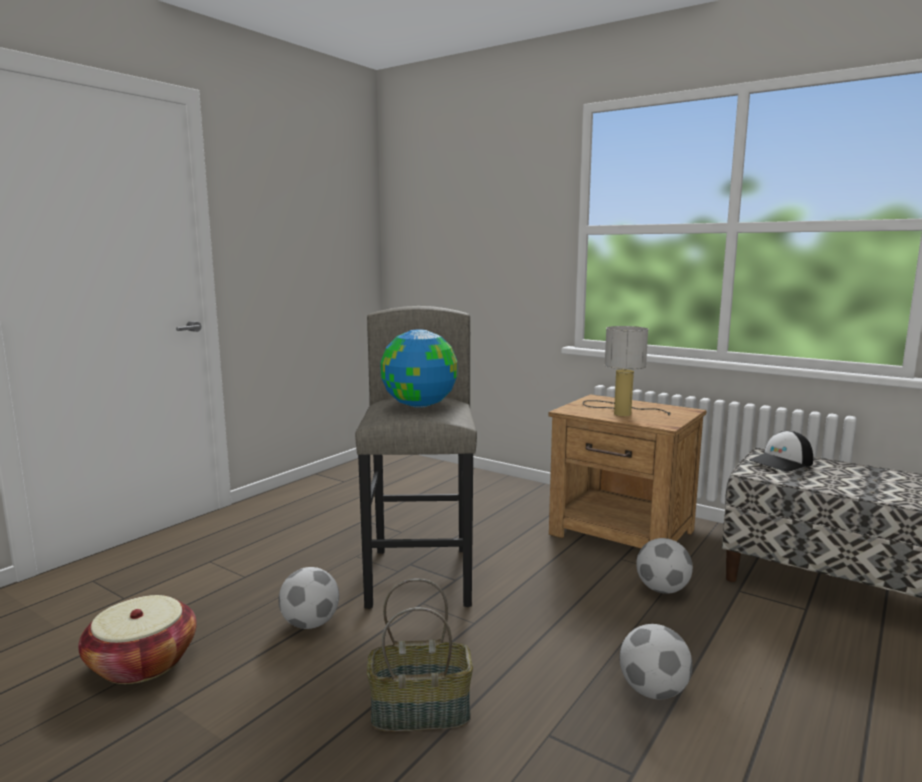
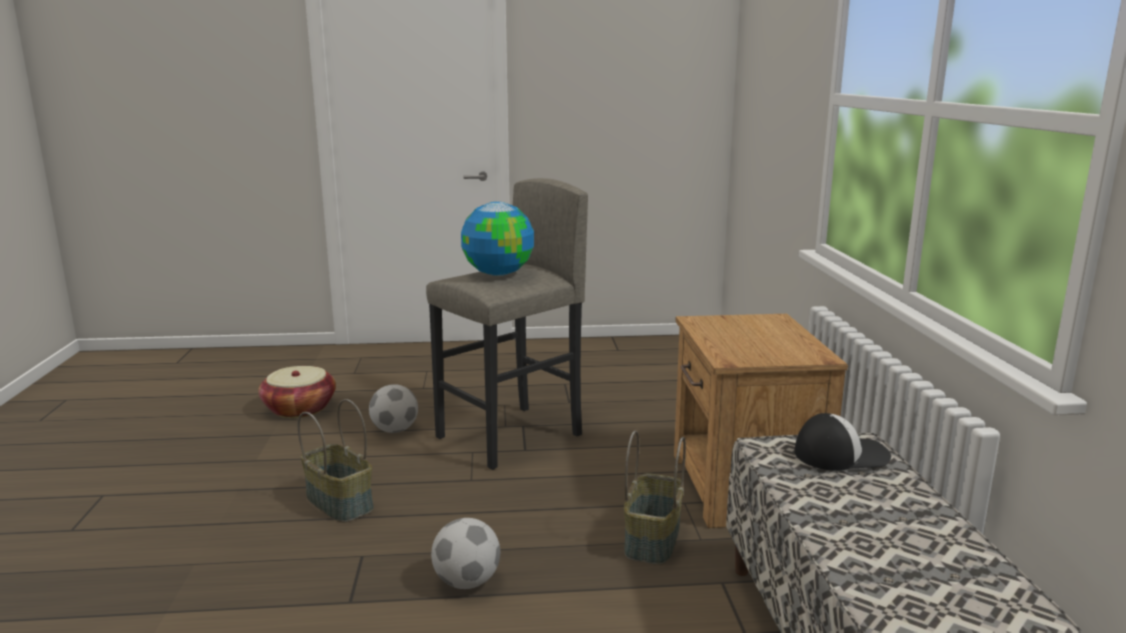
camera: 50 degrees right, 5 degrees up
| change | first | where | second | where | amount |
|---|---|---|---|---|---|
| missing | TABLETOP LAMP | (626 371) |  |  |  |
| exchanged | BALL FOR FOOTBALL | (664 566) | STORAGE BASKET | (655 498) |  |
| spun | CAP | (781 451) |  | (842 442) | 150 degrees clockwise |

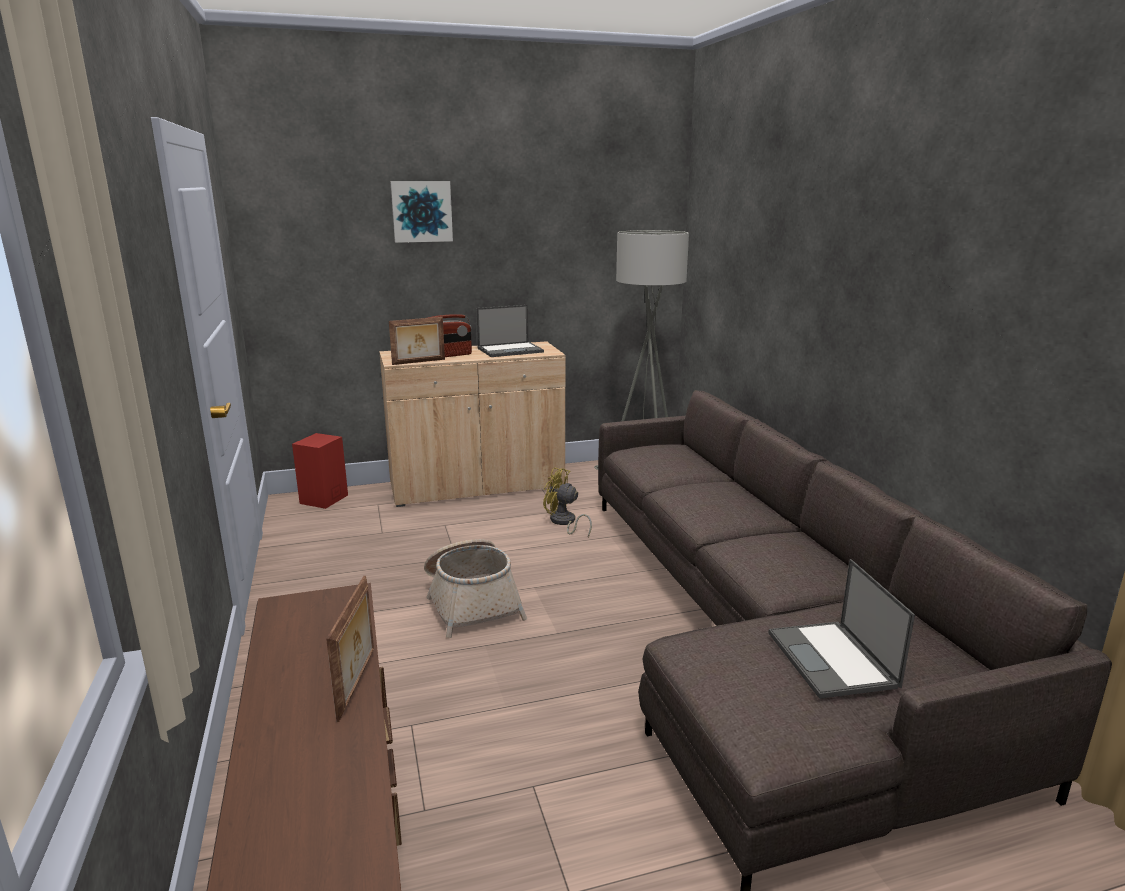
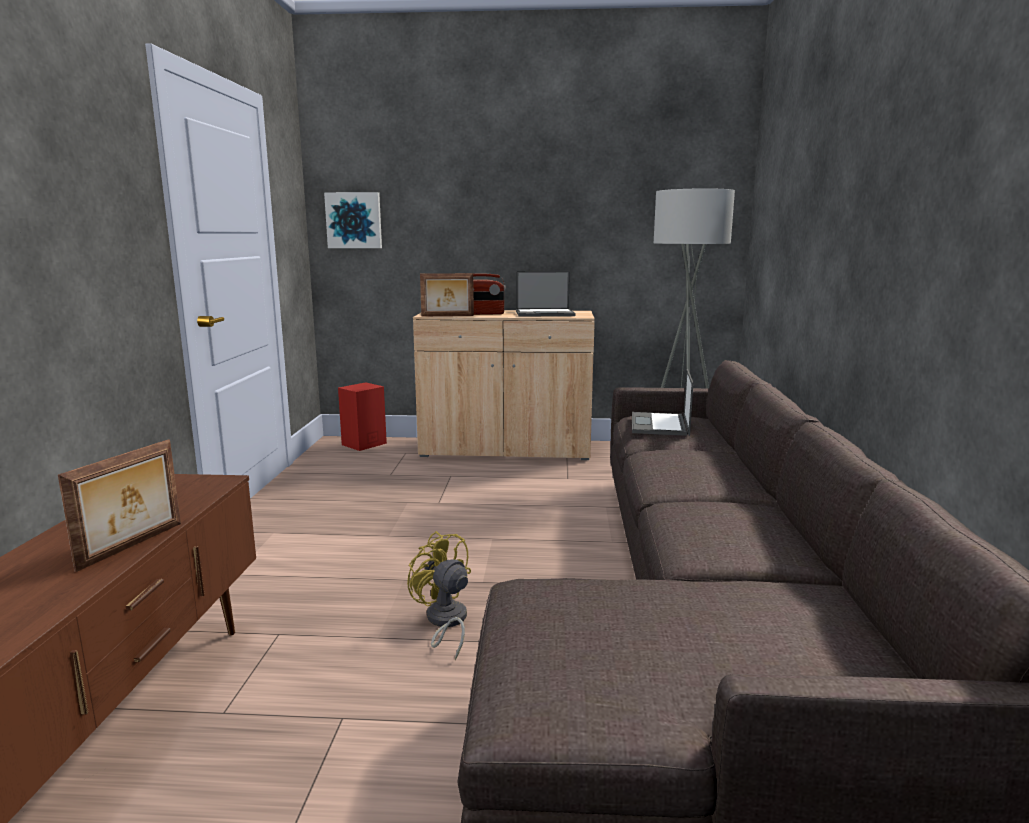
camera: 20 degrees right, 5 degrees down
| change | first | where | second | where | amount |
|---|---|---|---|---|---|
| missing | STORAGE BASKET | (475 588) |  |  |  |
| relocated | WALL PICTURE | (421 212) |  | (353 220) |  |
| relocated | YELLOW-COLOURED ELECTRIC FAN | (567 502) |  | (439 595) |  |
| relocated | NOTEBOOK COMPUTER | (841 629) |  | (662 402) |  |

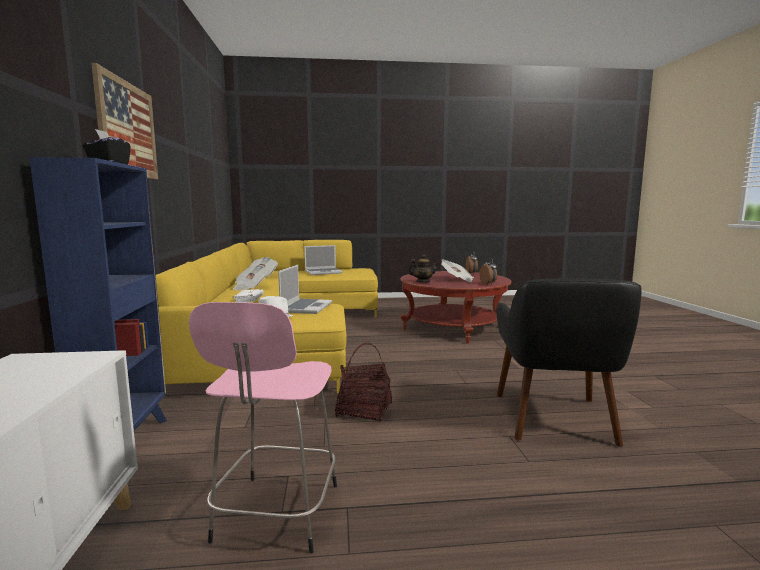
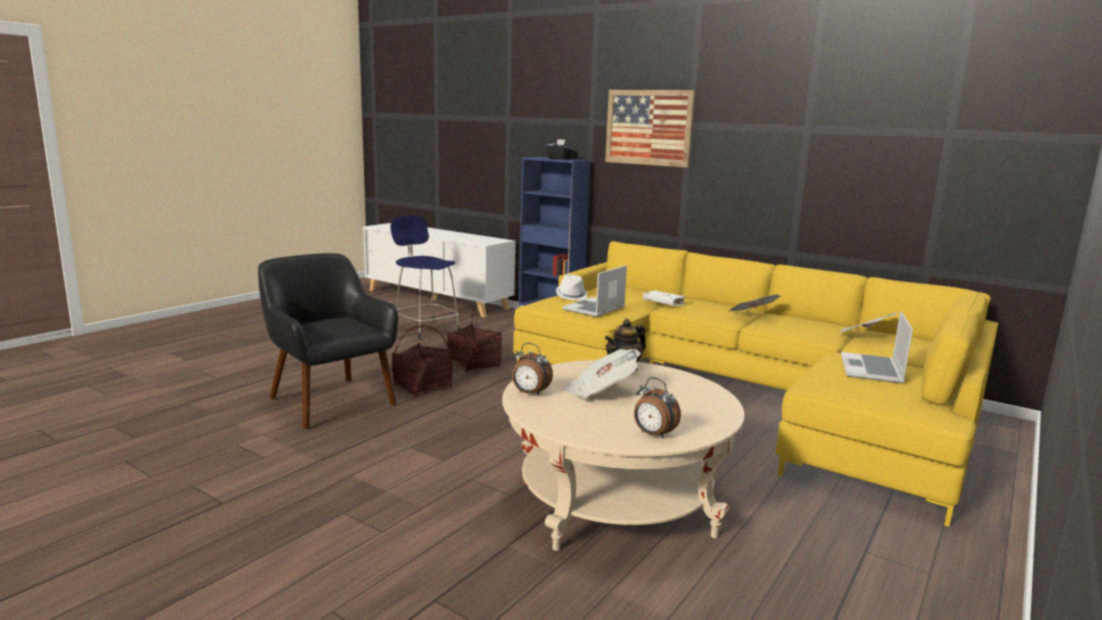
camera: 130 degrees right, 5 degrees up
| change | first | where | second | where | amount |
|---|---|---|---|---|---|
| appeared |  |  | STORAGE BASKET | (422 361) |  |
| colour | PINKISH SITTING STOOL | (263 428) | BLUISH SITTING STOOL | (425 277) |  |
| colour | RED COFFEE TABLE | (455 307) | BEIGE-COLOURED COFFEE TABLE | (623 455) |  |
| spun | NOTEBOOK COMPUTER | (305 289) |  | (594 291) | 75 degrees clockwise |

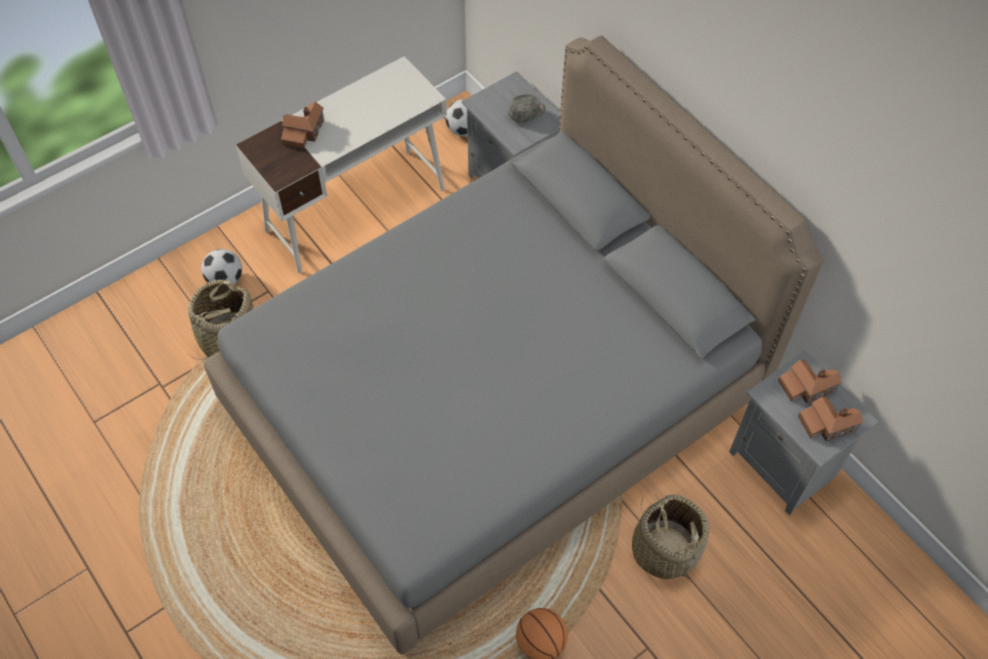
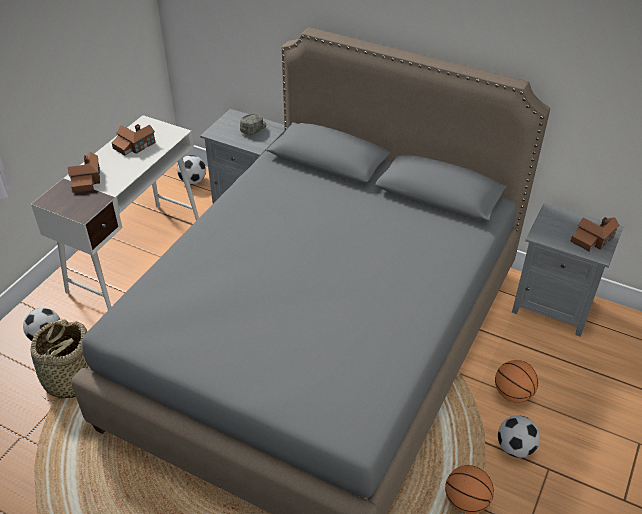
camera: 25 degrees left, 15 degrees down
| change | first | where | second | where | amount |
|---|---|---|---|---|---|
| appeared |  |  | BALL FOR FOOTBALL | (519 436) |  |
| relocated | TOY HOUSE | (810 381) |  | (133 140) |  |
| exchanged | STORAGE BASKET | (670 537) | BASKETBALL BALL | (516 381) |  |

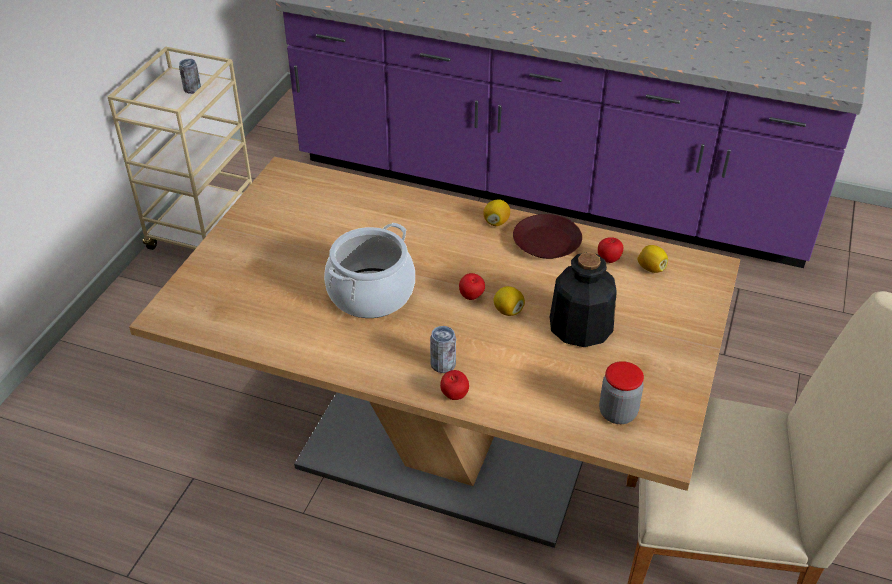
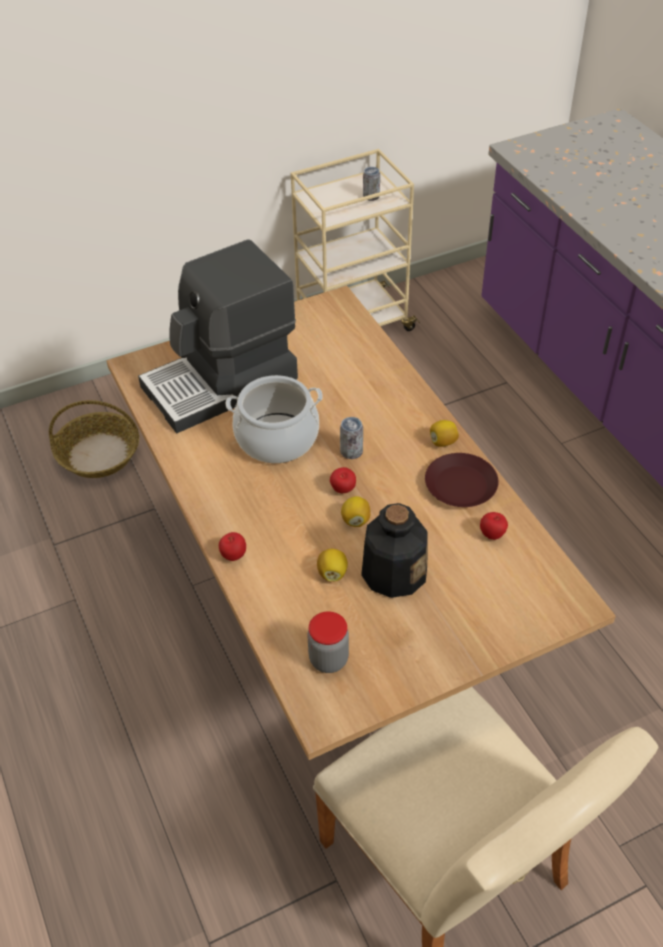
camera: 45 degrees right, 5 degrees up
| change | first | where | second | where | amount |
|---|---|---|---|---|---|
| appeared |  |  | STORAGE BASKET | (94 439) |  |
| appeared |  |  | COFFEE MAKER | (218 336) |  |
| relocated | METAL CAN | (443 349) |  | (351 438) |  |
| relocated | LEMON | (653 259) |  | (332 565) |  |

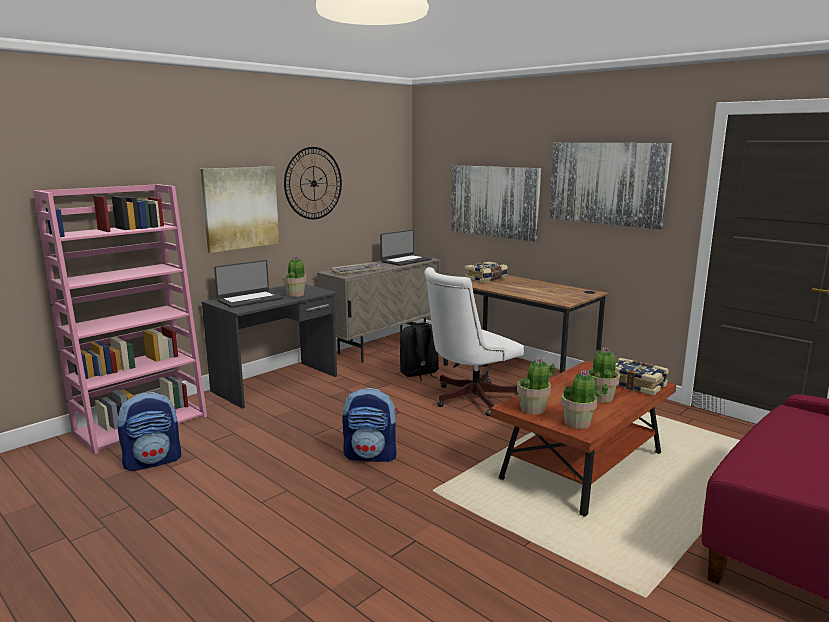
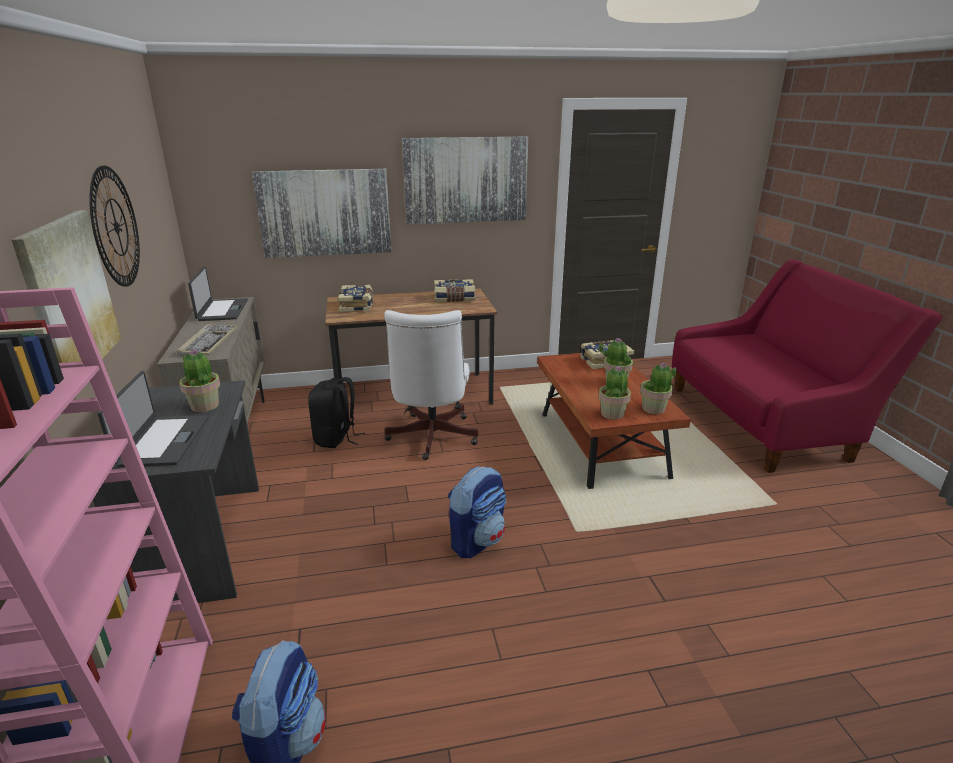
camera: 55 degrees left, 10 degrees up
| change | first | where | second | where | amount |
|---|---|---|---|---|---|
| appeared |  |  | BOOK | (454 290) |  |

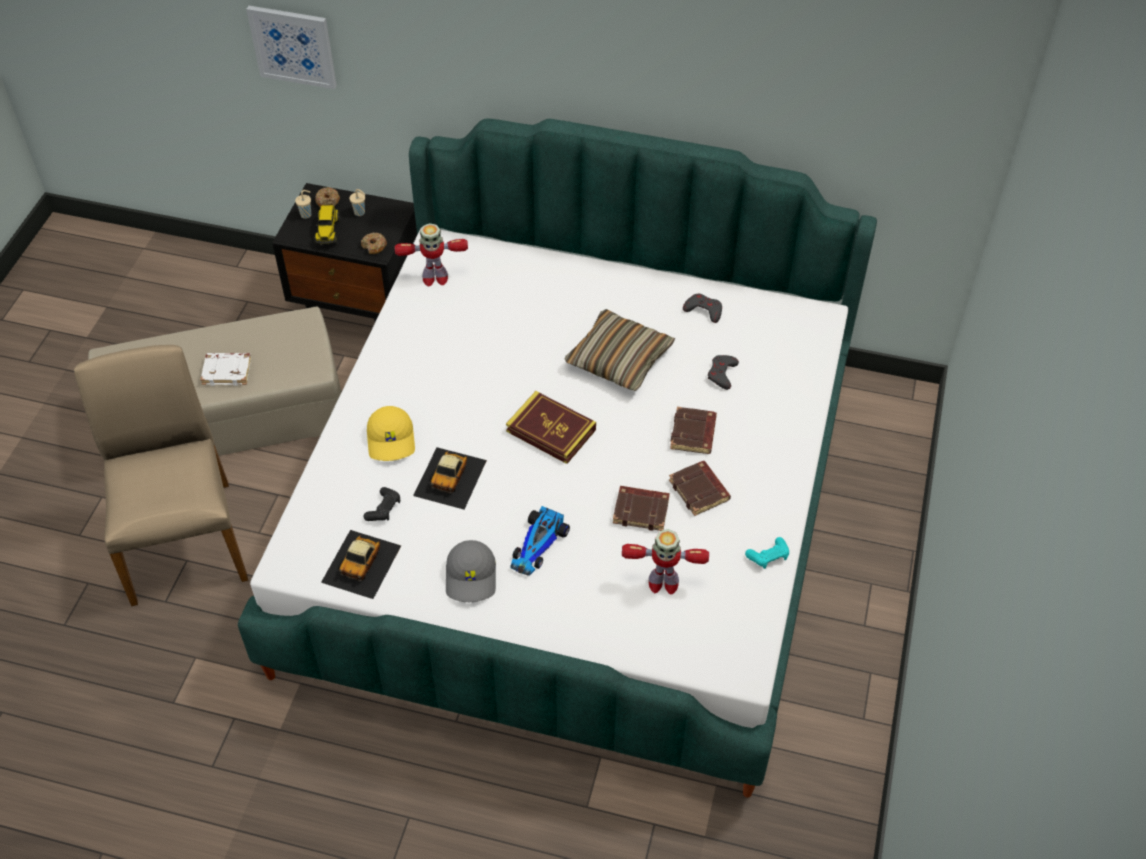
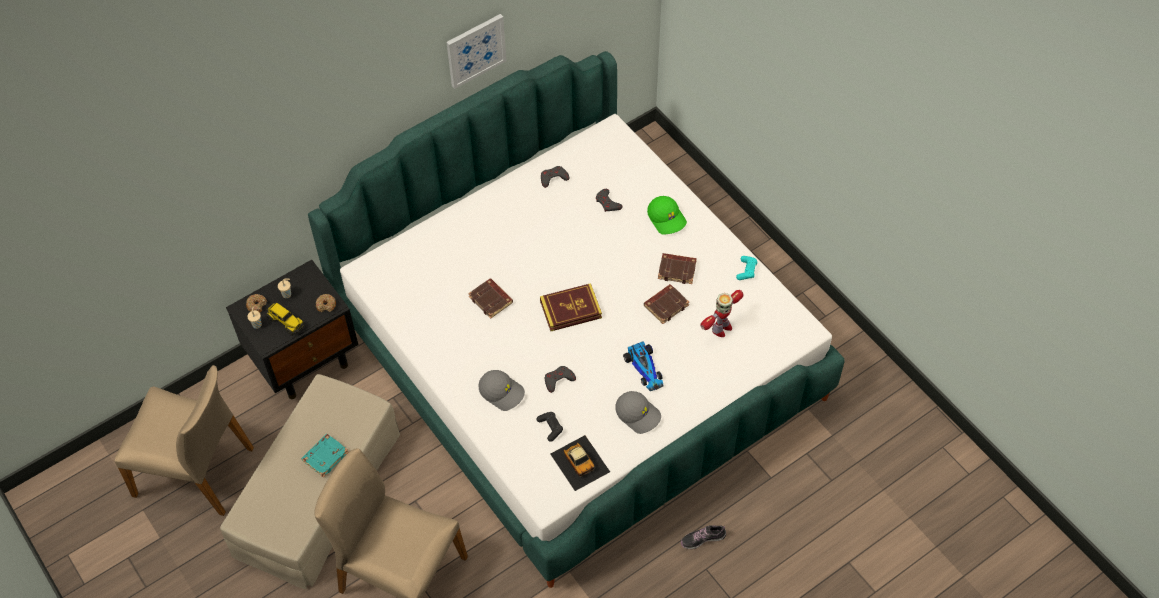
camera: 50 degrees left, 5 degrees up
| change | first | where | second | where | amount |
|---|---|---|---|---|---|
| missing | MODEL ROBOT | (431 254) |  |  |  |
| missing | THROW PILLOW | (619 350) |  |  |  |
| appeared |  |  | BEIGE-COLOURED UPRIGHT CHAIR | (184 440) |  |
| appeared |  |  | GREENISH CAP | (667 215) |  |
| appeared |  |  | SHOE | (703 537) |  |
| relocated | WALL PICTURE | (291 47) |  | (477 51) |  |
| relocated | BROWNISH BOOK | (693 430) |  | (490 298) |  |
| exchanged | MODEL CAR | (450 478) | GREYISH GAME CONTROLLER | (560 379) |  |
| colour | WHITE-COLOURED BOOK | (225 369) | TURQUOISE-COLOURED BOOK | (325 455) |  |
| colour | YELLOW-COLOURED CAP | (391 433) | GREYISH CAP | (501 390) |  |

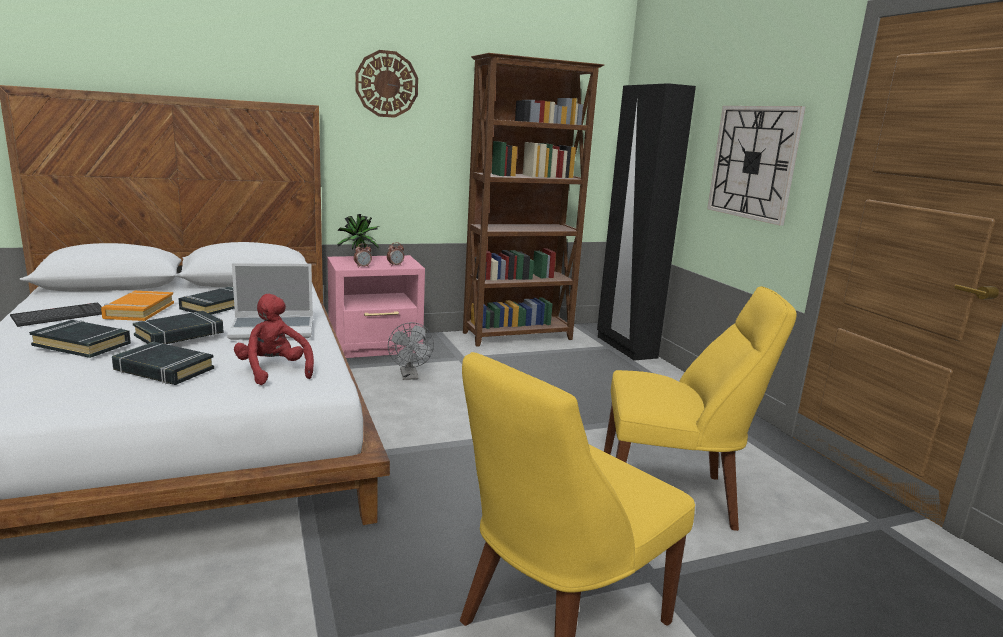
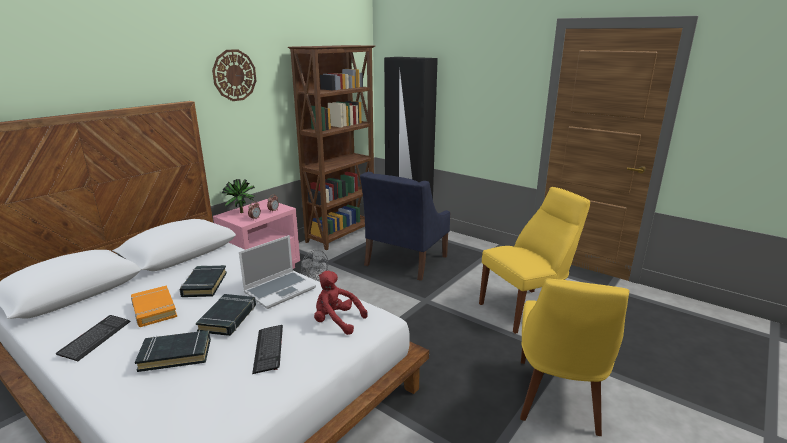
camera: 30 degrees left, 5 degrees up
| change | first | where | second | where | amount |
|---|---|---|---|---|---|
| missing | HANGING CLOCK | (756 165) |  |  |  |
| appeared |  |  | BLUISH LOUNGE CHAIR | (405 226) |  |
| exchanged | BLACK-COLOURED BOOK | (163 363) | COMPUTER KEYBOARD | (267 349) |  |

